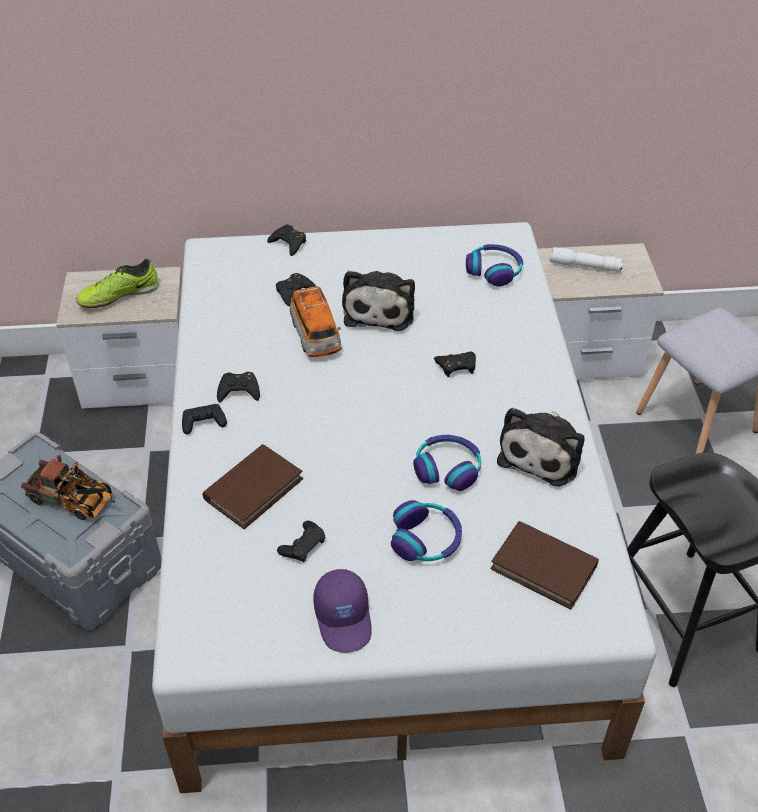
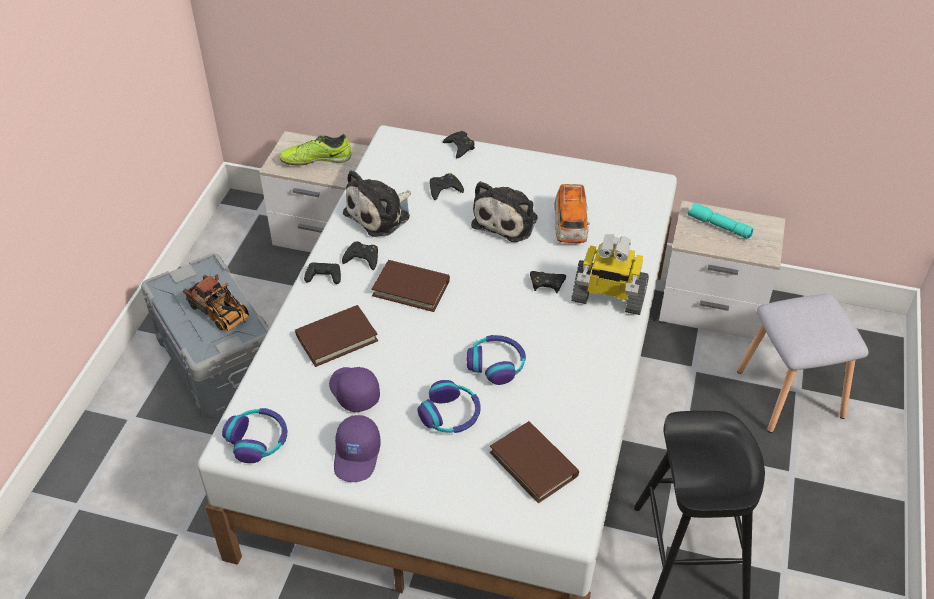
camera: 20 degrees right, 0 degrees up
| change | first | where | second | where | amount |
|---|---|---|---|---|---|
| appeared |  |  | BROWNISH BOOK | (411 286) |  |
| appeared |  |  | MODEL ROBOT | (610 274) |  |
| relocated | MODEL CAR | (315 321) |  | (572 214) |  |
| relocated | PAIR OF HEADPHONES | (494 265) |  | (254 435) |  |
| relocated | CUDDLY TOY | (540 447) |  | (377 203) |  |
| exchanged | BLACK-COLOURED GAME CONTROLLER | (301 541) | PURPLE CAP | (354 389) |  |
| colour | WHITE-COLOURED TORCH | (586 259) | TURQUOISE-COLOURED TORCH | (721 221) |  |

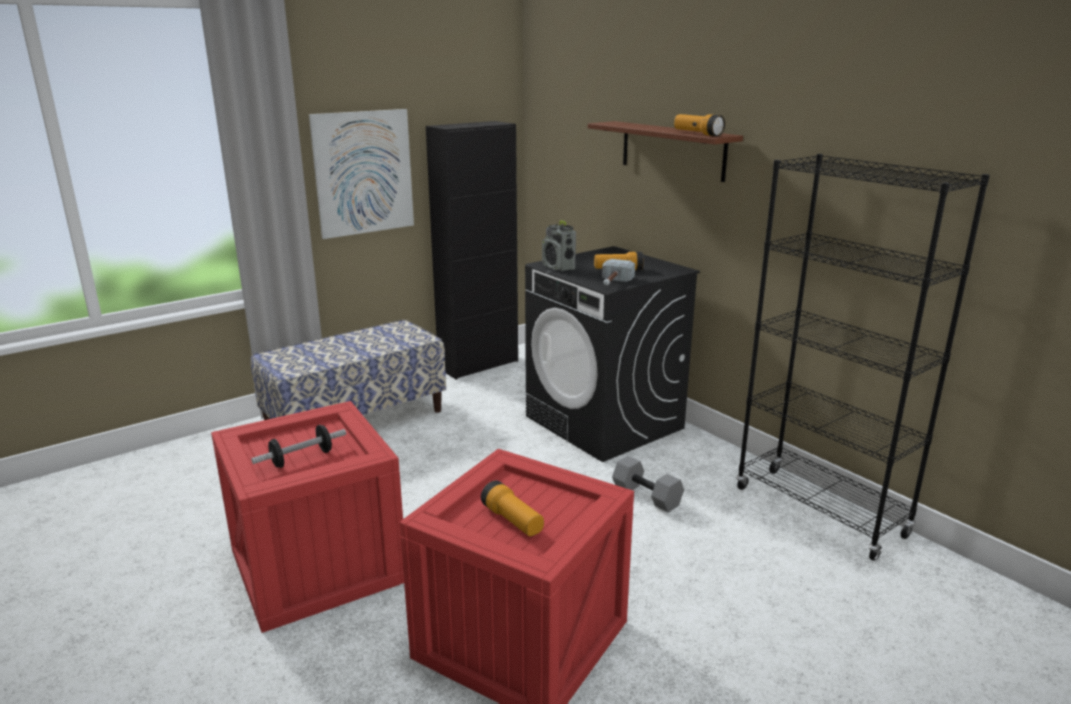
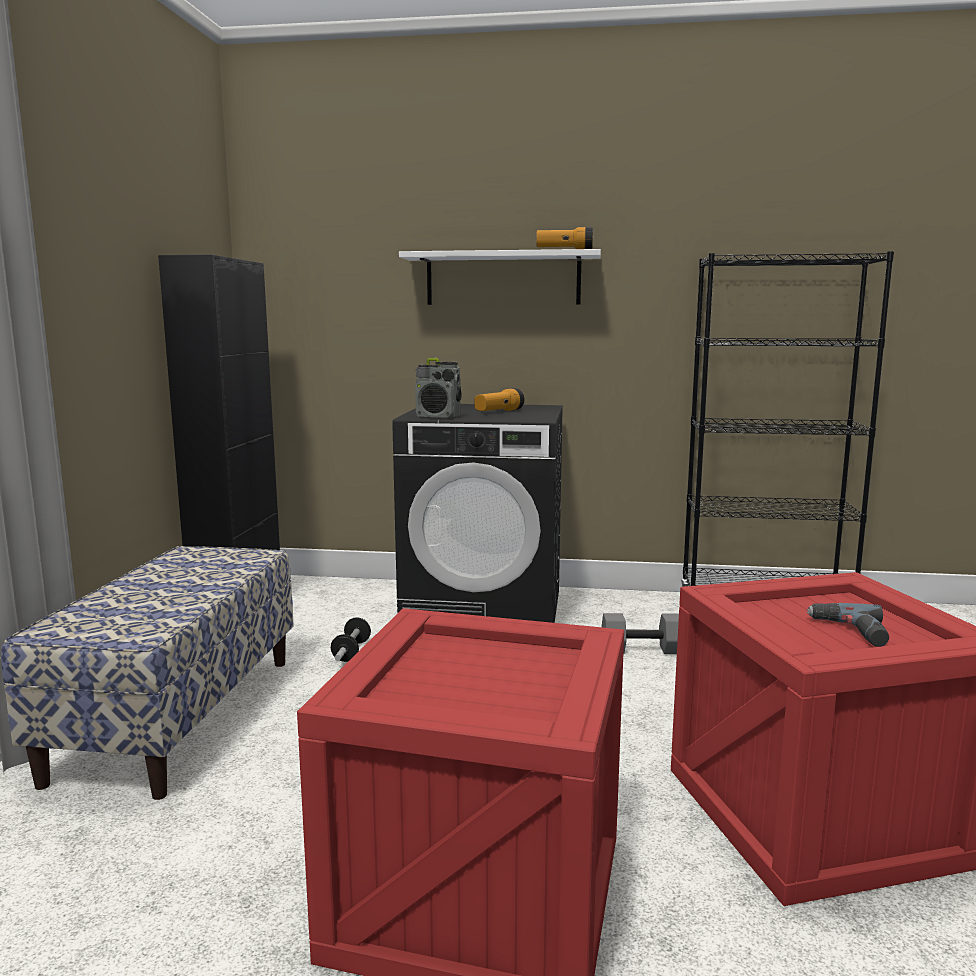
camera: 45 degrees left, 10 degrees down
| change | first | where | second | where | amount |
|---|---|---|---|---|---|
| missing | WALL PICTURE | (361 174) |  |  |  |
| missing | HAND HAMMER | (618 272) |  |  |  |
| relocated | HAND WEIGHT | (298 446) |  | (351 639) |  |
| exchanged | TORCH | (512 508) | DRILL | (848 625) |  |
| colour | BROWNISH WALL SHELF | (665 151) | WHITE-COLOURED WALL SHELF | (500 277) |  |

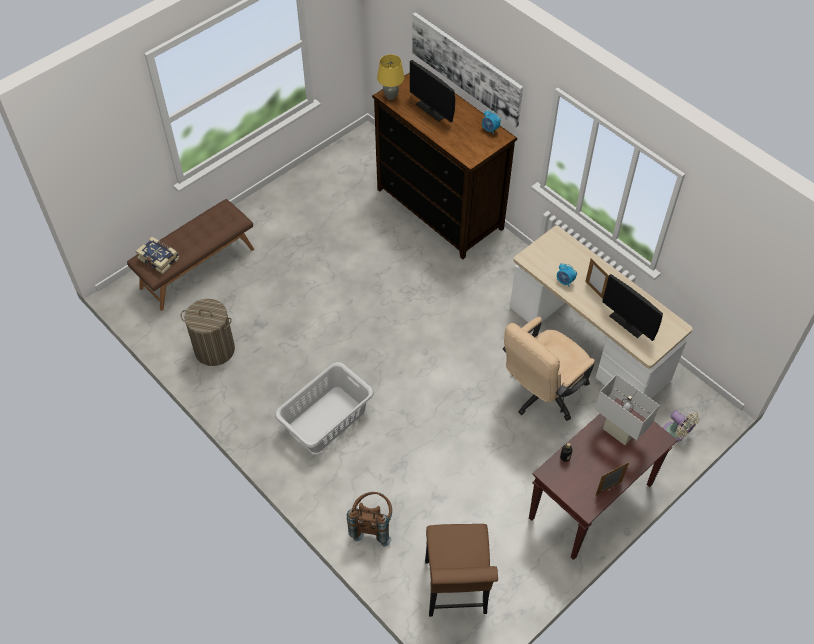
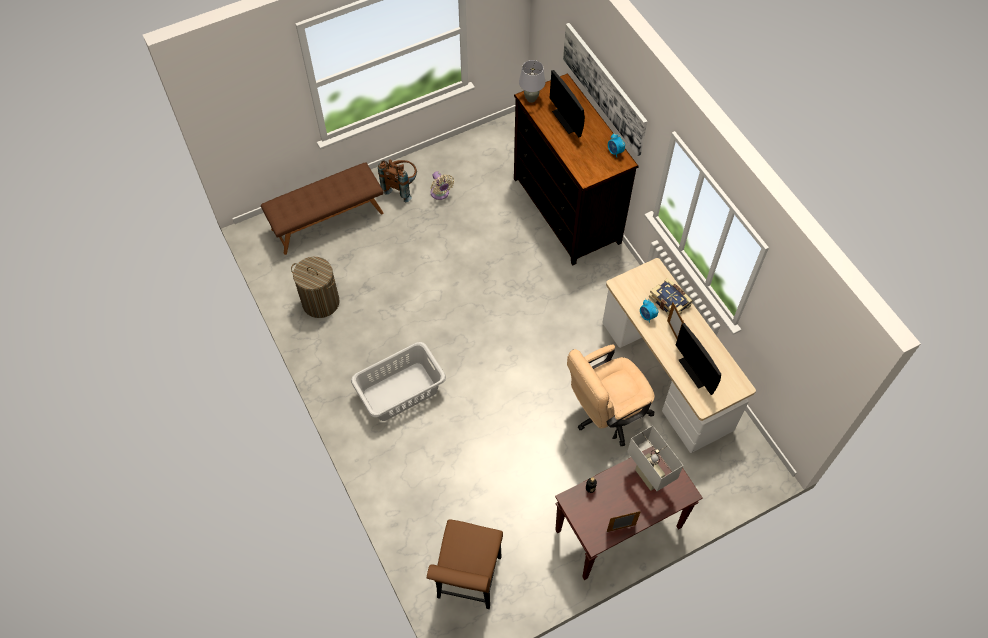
camera: 15 degrees right, 5 degrees up
| change | first | where | second | where | amount |
|---|---|---|---|---|---|
| relocated | BOOK | (157 255) |  | (670 296) |  |
| relocated | BROWNISH BACKPACK | (369 519) |  | (397 181) |  |
| relocated | BEIGE-COLOURED ELECTRIC FAN | (681 426) |  | (442 185) |  |
| colour | YELLOW-COLOURED TABLETOP LAMP | (390 77) | GREYISH TABLETOP LAMP | (532 81) |  |

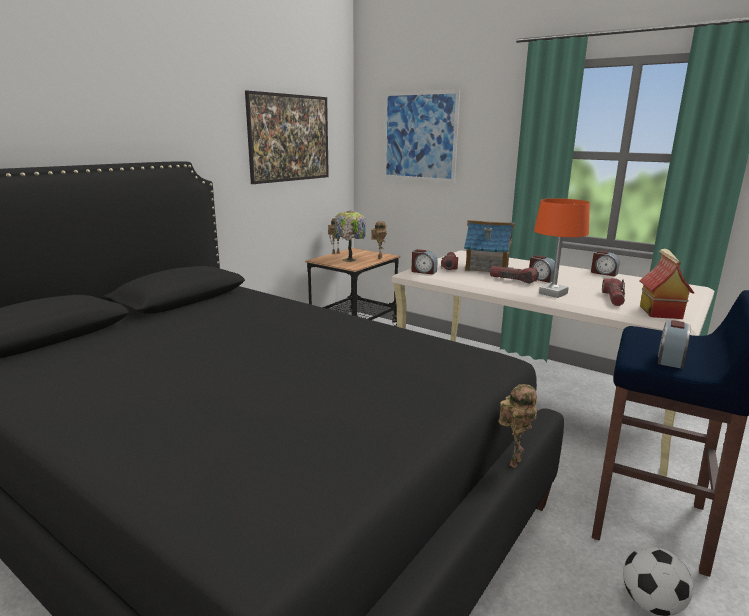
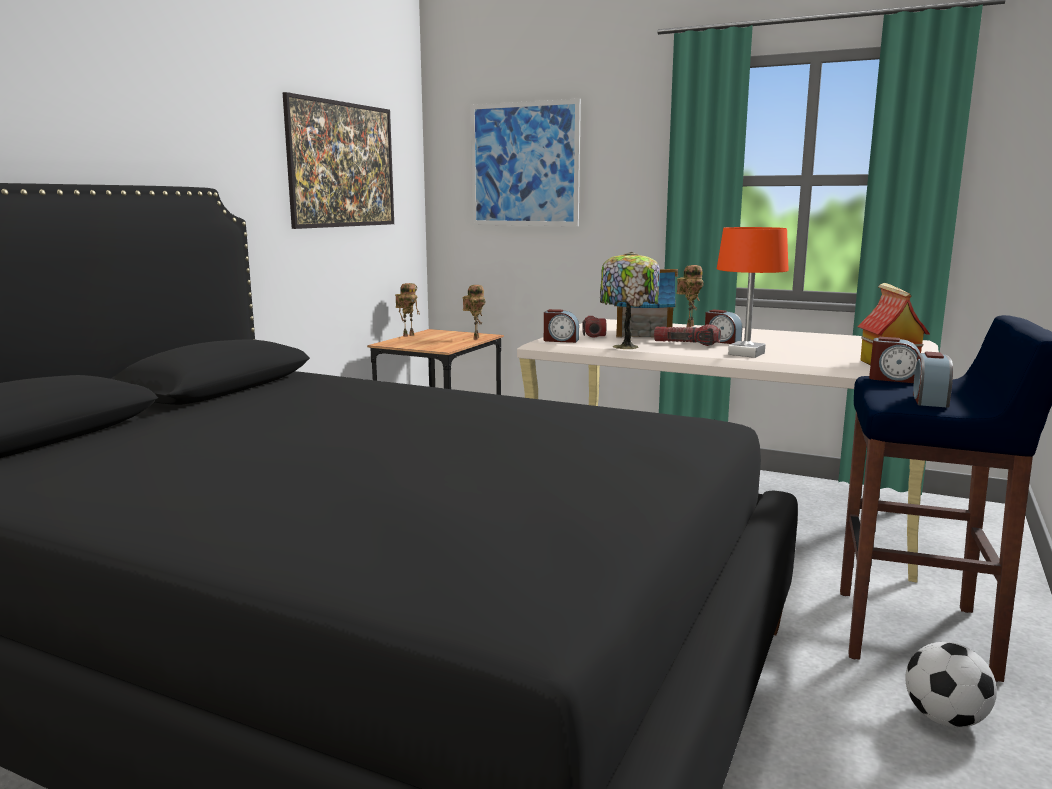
camera: 10 degrees left, 5 degrees down
| change | first | where | second | where | amount |
|---|---|---|---|---|---|
| missing | TORCH | (613 292) |  |  |  |
| relocated | TABLETOP LAMP | (350 236) |  | (630 300) |  |
| relocated | MODEL ROBOT | (517 426) |  | (690 296) |  |
| relocated | BEDSIDE CLOCK | (605 263) |  | (894 360) |  |

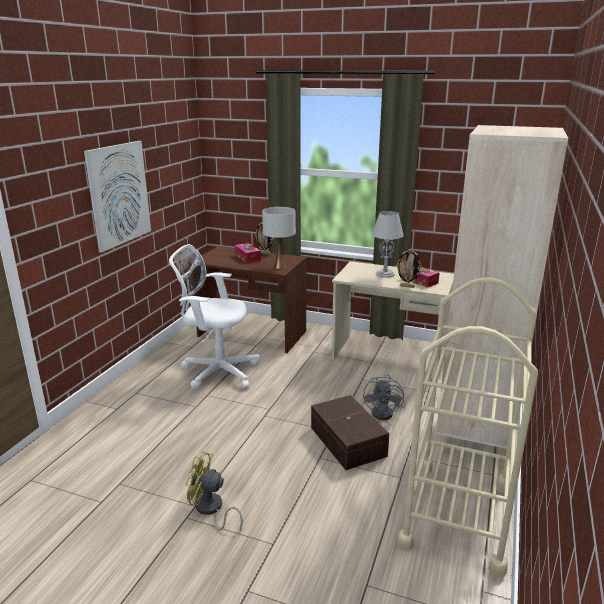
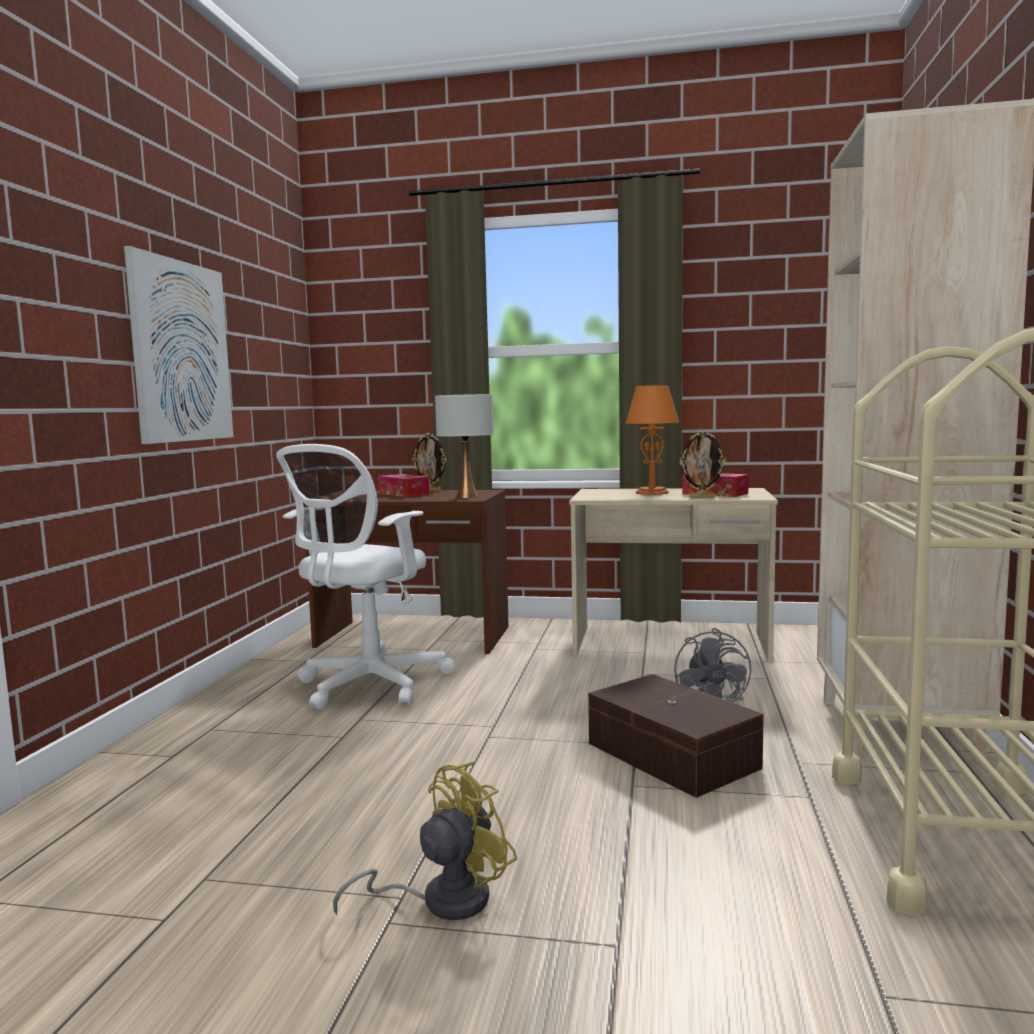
camera: 10 degrees left, 15 degrees down
| change | first | where | second | where | amount |
|---|---|---|---|---|---|
| colour | GREYISH TABLETOP LAMP | (388 244) | ORANGEY TABLETOP LAMP | (652 440) |  |
| spun | WHITE-COLOURED DESK CHAIR | (214 316) |  | (365 577) | 60 degrees counterclockwise |
| spun | YELLOW-COLOURED ELECTRIC FAN | (214 492) |  | (425 841) | 135 degrees clockwise |

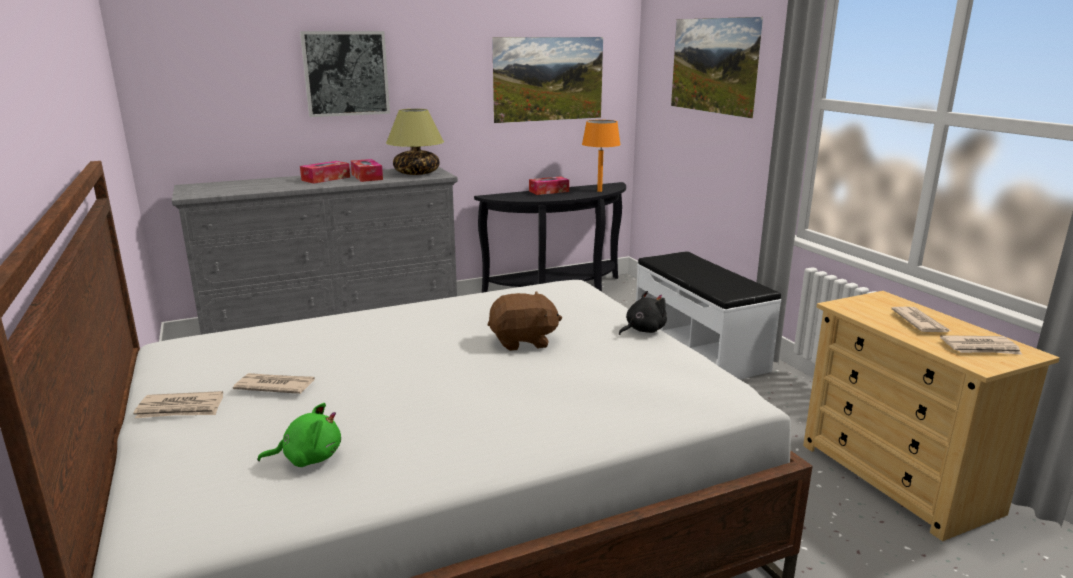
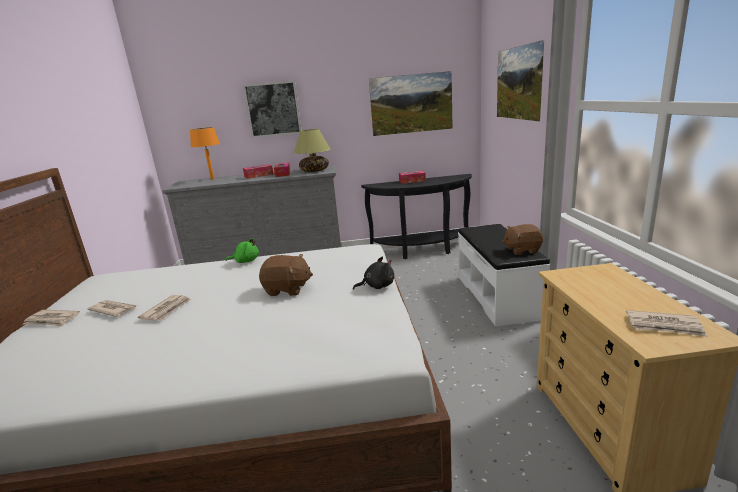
camera: 20 degrees right, 0 degrees up
| change | first | where | second | where | amount |
|---|---|---|---|---|---|
| appeared |  |  | BROWNISH CUDDLY TOY | (522 239) |  |
| relocated | GREENISH CUDDLY TOY | (299 435) |  | (242 250) |  |
| relocated | ORANGEY TABLETOP LAMP | (601 156) |  | (205 153) |  |
| relocated | PRINTED PAPER | (921 319) |  | (164 308) |  |

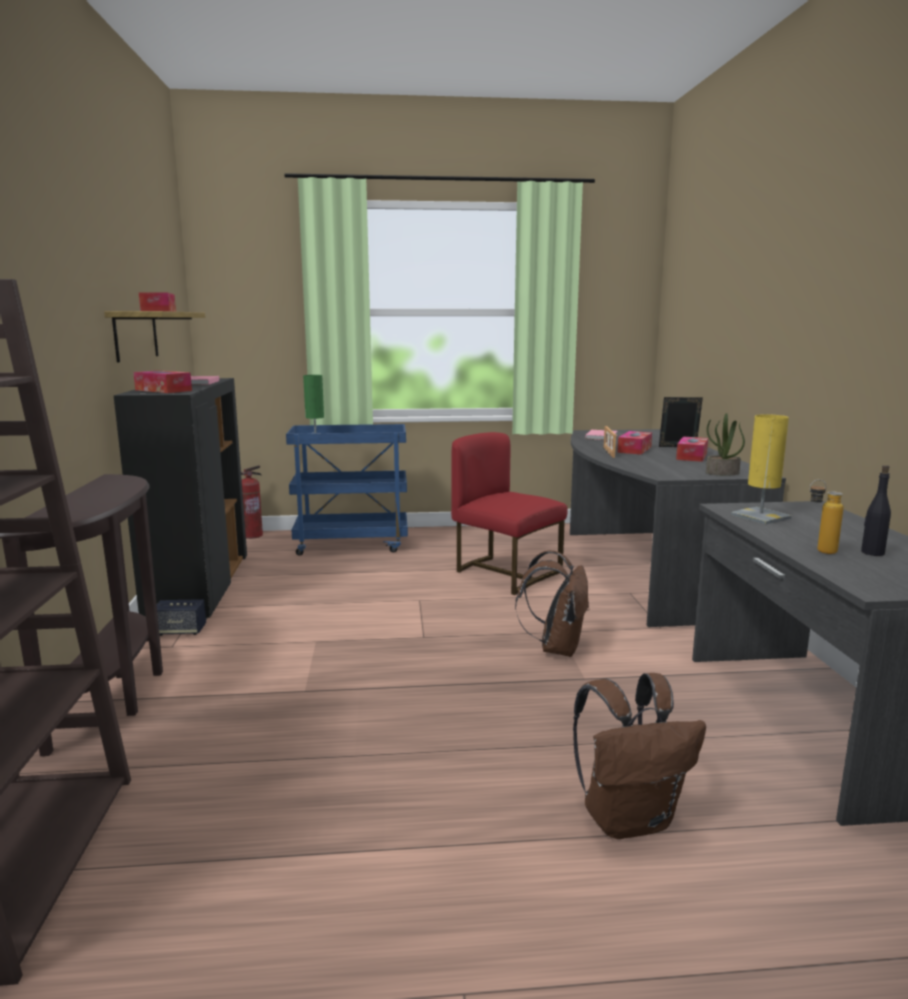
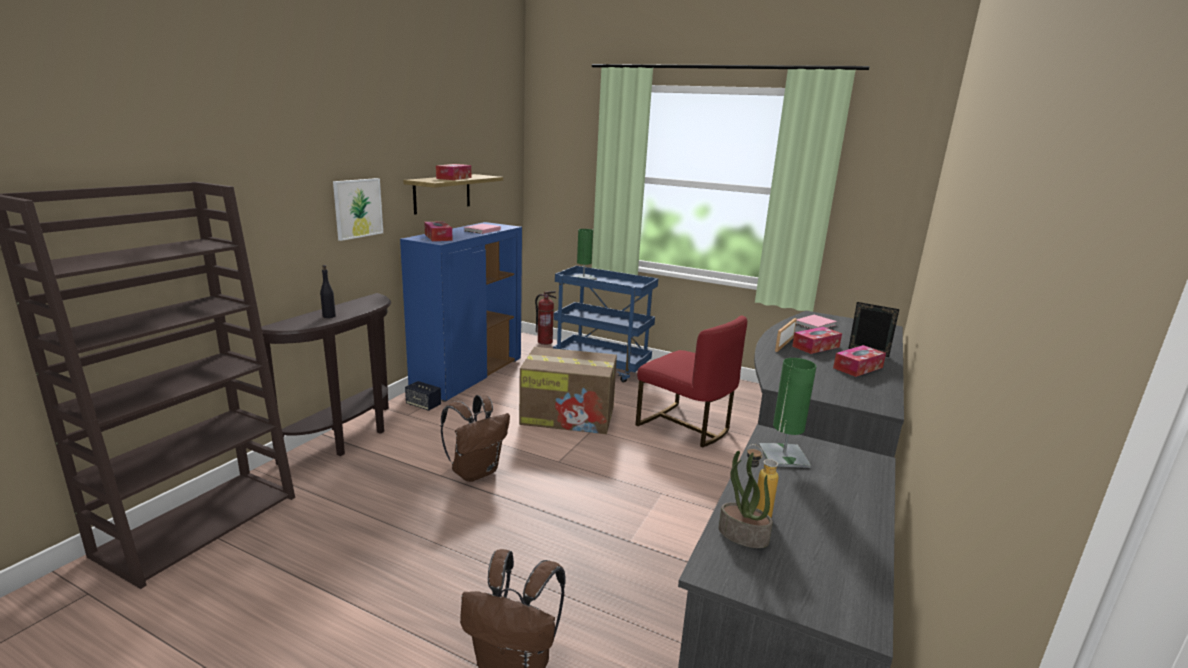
camera: 30 degrees right, 5 degrees up
| change | first | where | second | where | amount |
|---|---|---|---|---|---|
| appeared |  |  | WALL PICTURE | (358 209) |  |
| appeared |  |  | CARDBOARD BOX | (568 390) |  |
| relocated | BROWNISH BACKPACK | (552 603) |  | (475 438) |  |
| relocated | HOUSEPLANT | (725 444) |  | (746 499) |  |
| relocated | BLACK-COLOURED BEVERAGE BOTTLE | (876 510) |  | (328 291) |  |
| colour | BLACK-COLOURED STORAGE CABINET | (180 499) | BLUISH STORAGE CABINET | (461 312) |  |
| colour | YELLOW-COLOURED TABLETOP LAMP | (761 469) | GREENISH TABLETOP LAMP | (788 413) |  |
| spun | RED UPRIGHT CHAIR | (509 513) |  | (691 381) | 150 degrees clockwise |

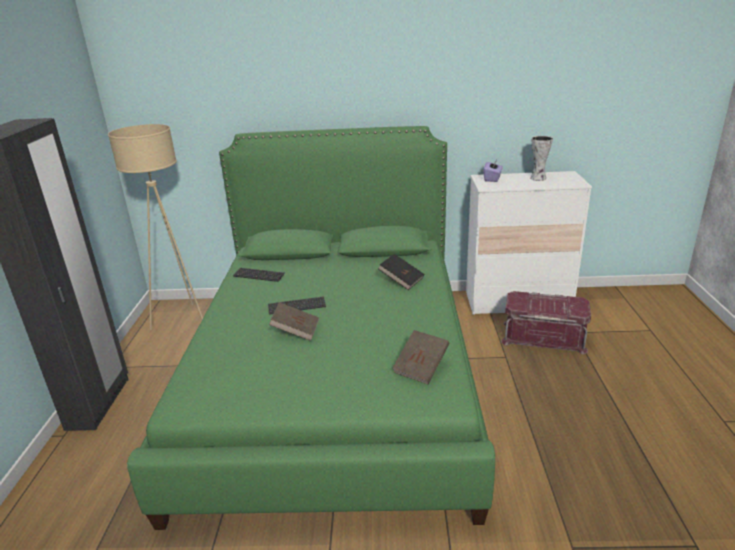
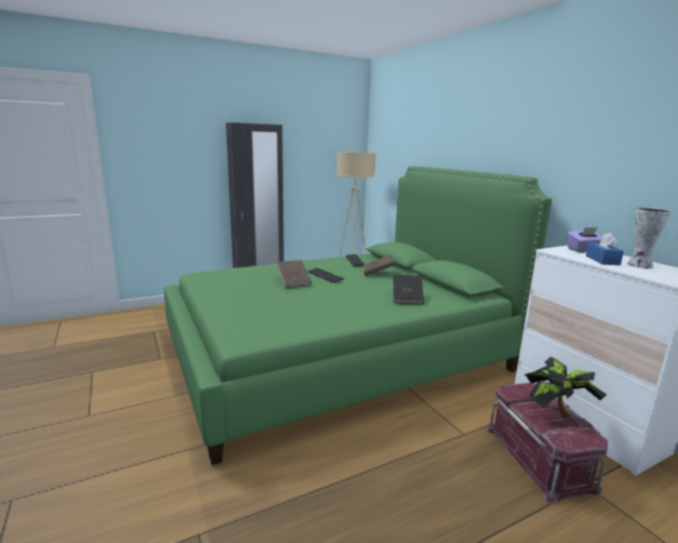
camera: 60 degrees right, 10 degrees down
| change | first | where | second | where | amount |
|---|---|---|---|---|---|
| appeared |  |  | HOUSEPLANT | (565 387) |  |
| appeared |  |  | BLUISH TISSUE BOX | (605 249) |  |
| relocated | BROWNISH BOOK | (420 357) |  | (379 265) |  |

